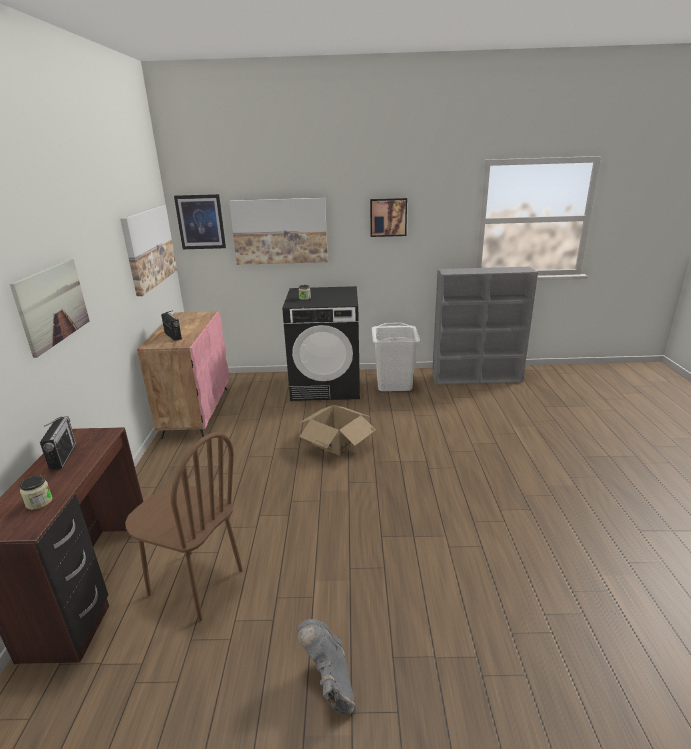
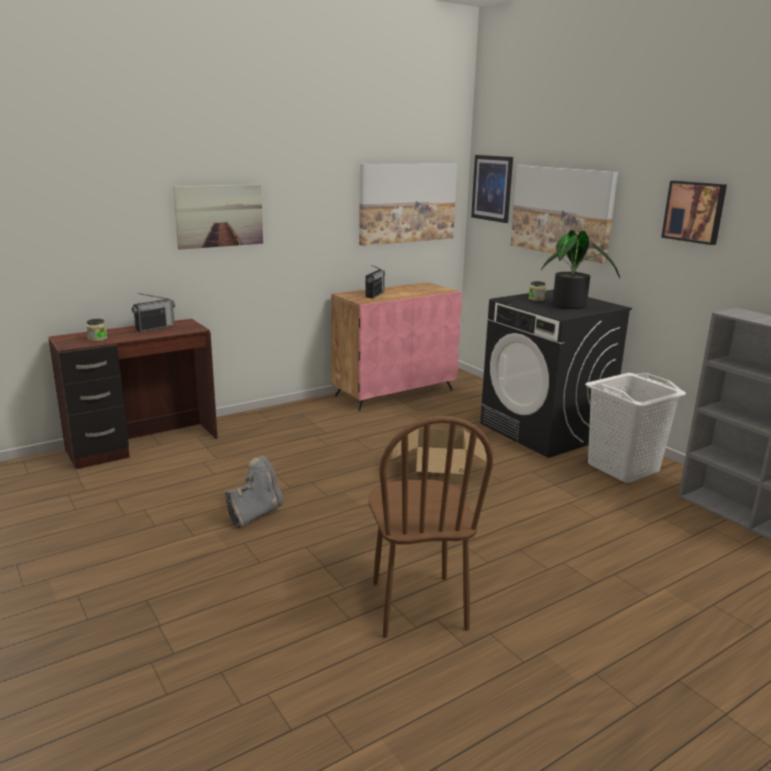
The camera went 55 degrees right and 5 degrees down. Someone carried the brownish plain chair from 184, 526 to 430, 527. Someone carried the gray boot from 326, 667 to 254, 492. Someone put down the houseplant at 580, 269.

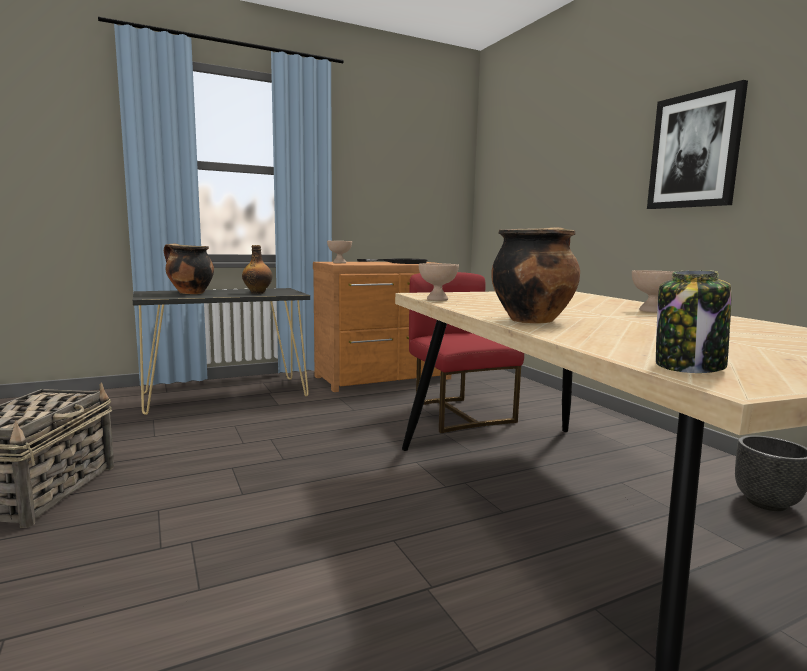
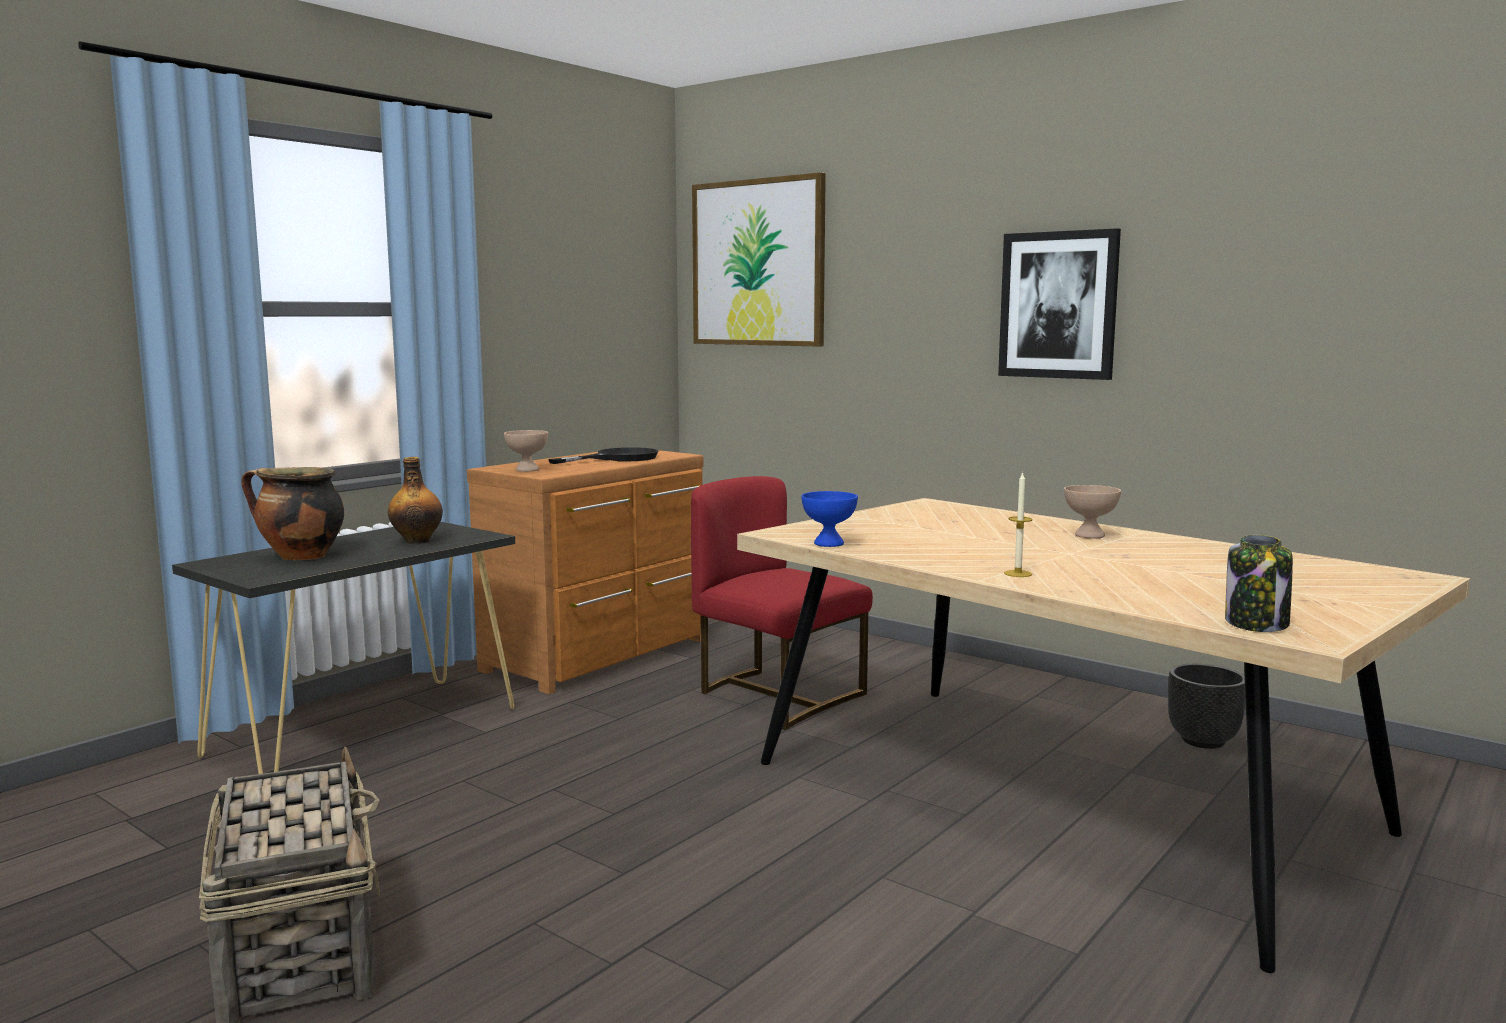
The camera went 25 degrees left and 0 degrees up. Someone repainted the beige deep dish at 439, 282, which became the blue-coloured deep dish at 829, 519. Someone swapped the saucepot at 535, 275 for the candle at 1018, 524. Someone put up the wall picture at 759, 259.

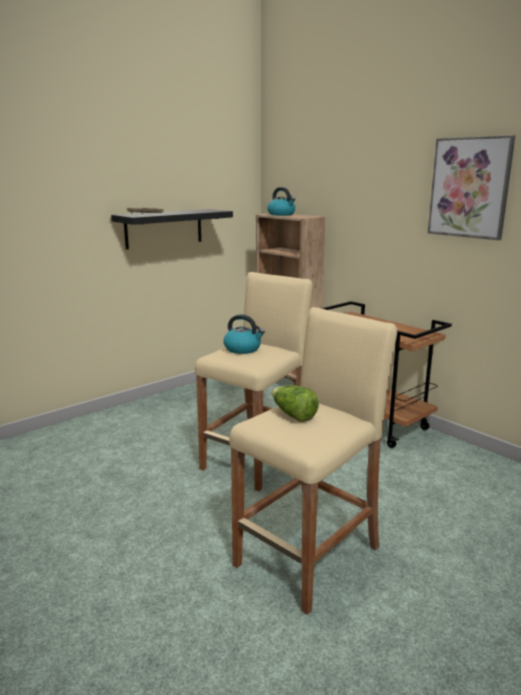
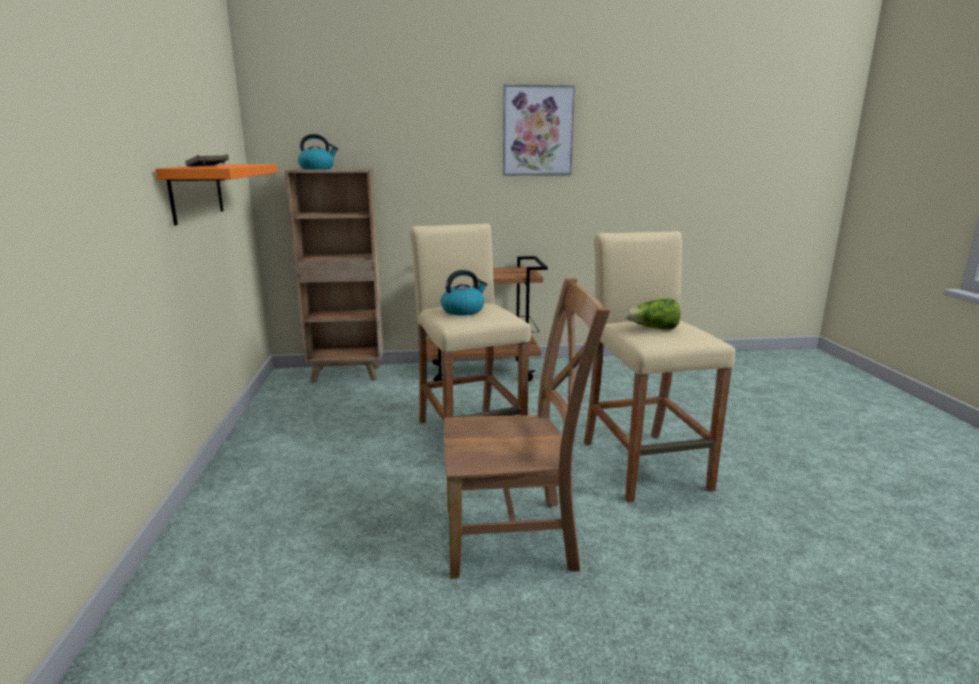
The camera went 55 degrees left and 0 degrees up. Someone repainted the black-coloured bracket shelf at 172, 229, which became the orange-coloured bracket shelf at 216, 194. Someone put down the brownish plain chair at 527, 428.

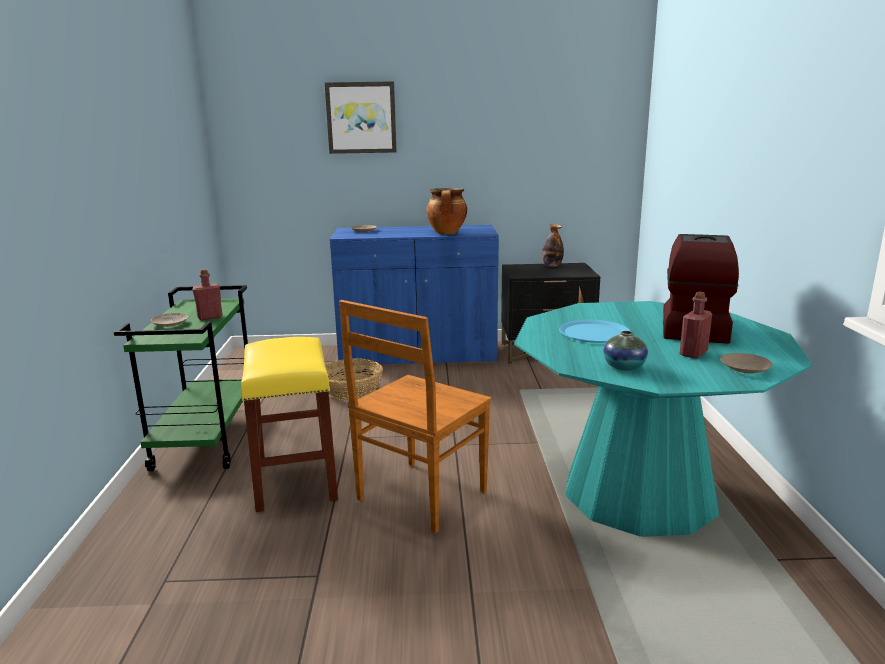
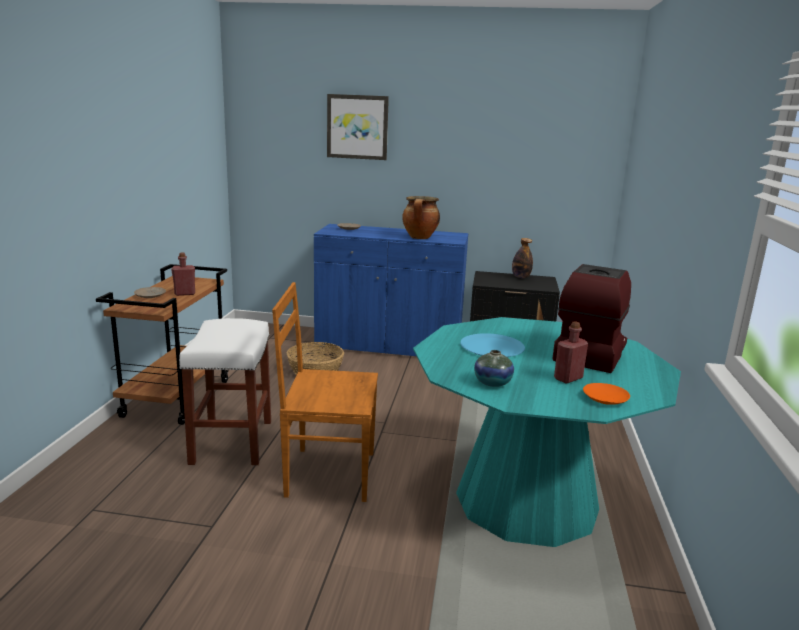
The camera went 10 degrees right and 0 degrees up. Someone repainted the green wheeled cart at 181, 378, which became the brownish wheeled cart at 162, 344. Someone repainted the yellow-coloured stool at 289, 424, which became the white stool at 225, 391. Someone rotated the brownish plain chair at 415, 417 by 45 degrees clockwise. Someone repainted the beige flat dish at 746, 363, which became the orange-coloured flat dish at 606, 394.

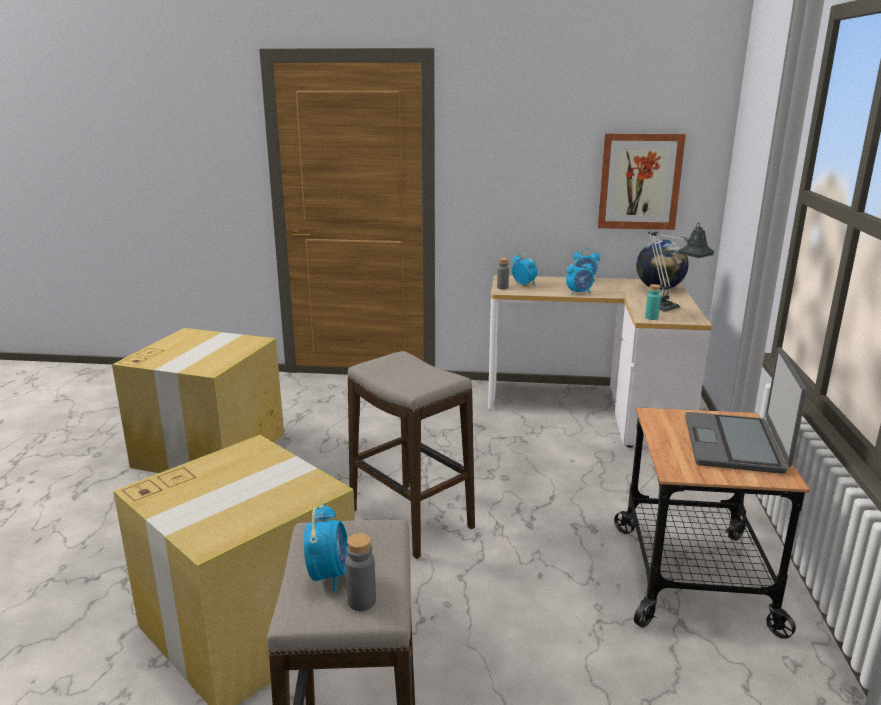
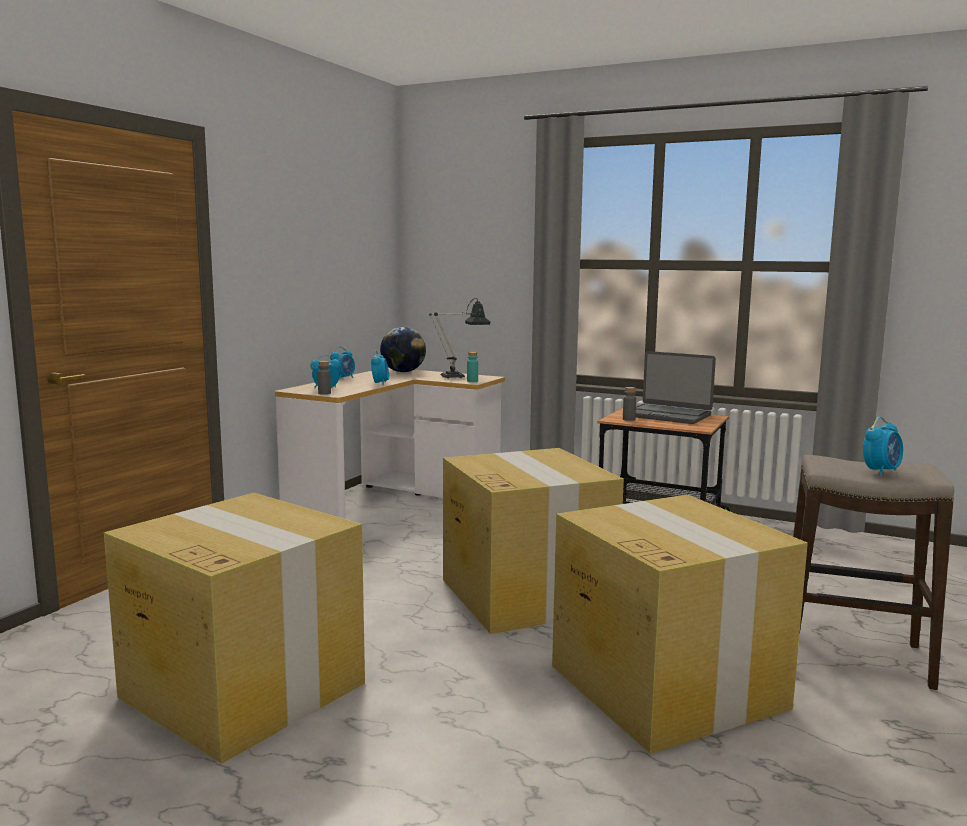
The camera went 70 degrees left and 10 degrees down. Someone rotated the alarm clock at 326, 547 by 120 degrees clockwise. Someone carried the gray drink bottle from 360, 572 to 629, 404. Someone swapped the stool at 411, 455 for the packing box at 533, 541. Someone took away the wall picture at 642, 181.

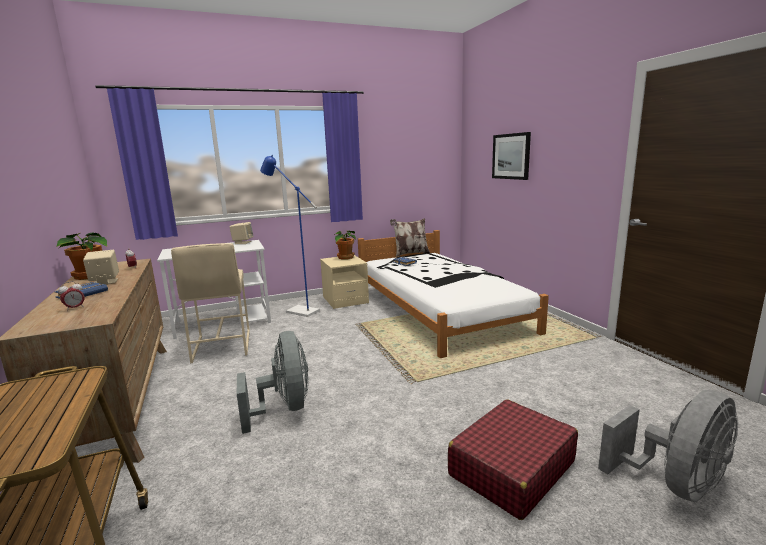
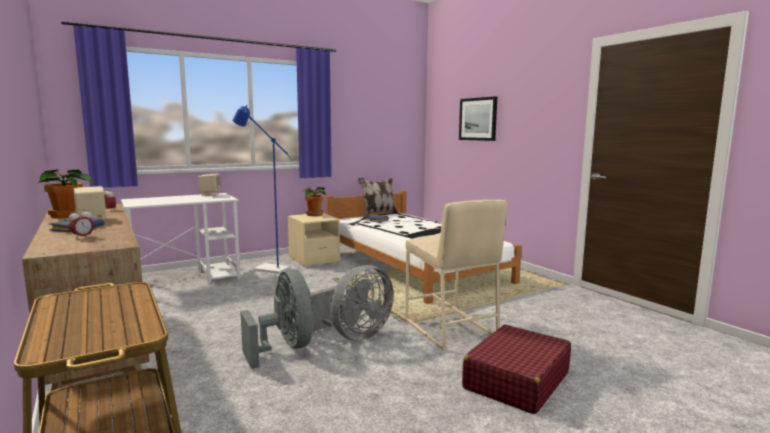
The camera went 10 degrees left and 5 degrees down. Someone carried the beige stool from 210, 303 to 456, 275. Someone carried the gray electric fan from 668, 446 to 352, 303.

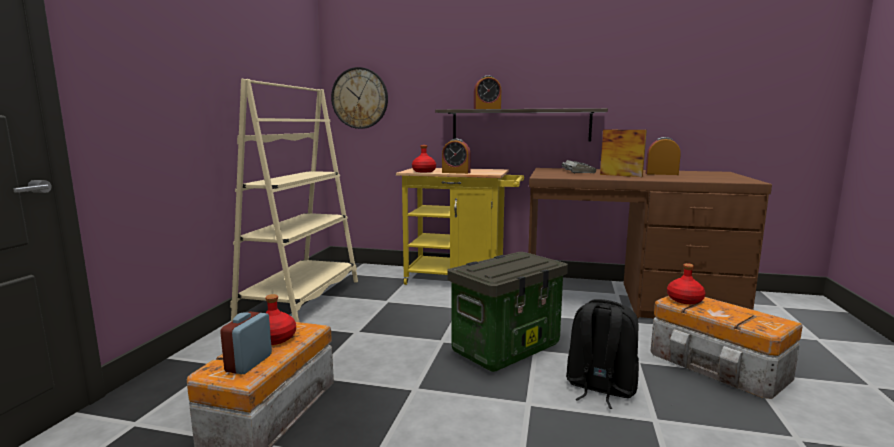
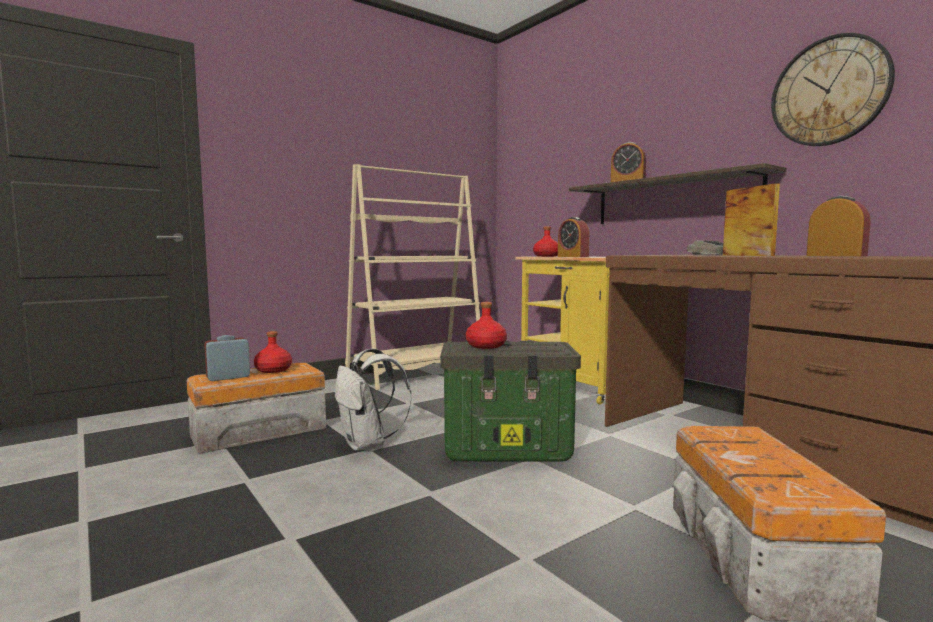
The camera went 40 degrees right and 5 degrees down. Someone carried the clock on the wall from 359, 98 to 833, 89. Someone took away the black-coloured rucksack at 602, 354. Someone carried the red drink bottle from 686, 283 to 486, 325. Someone put down the white rucksack at 373, 399.

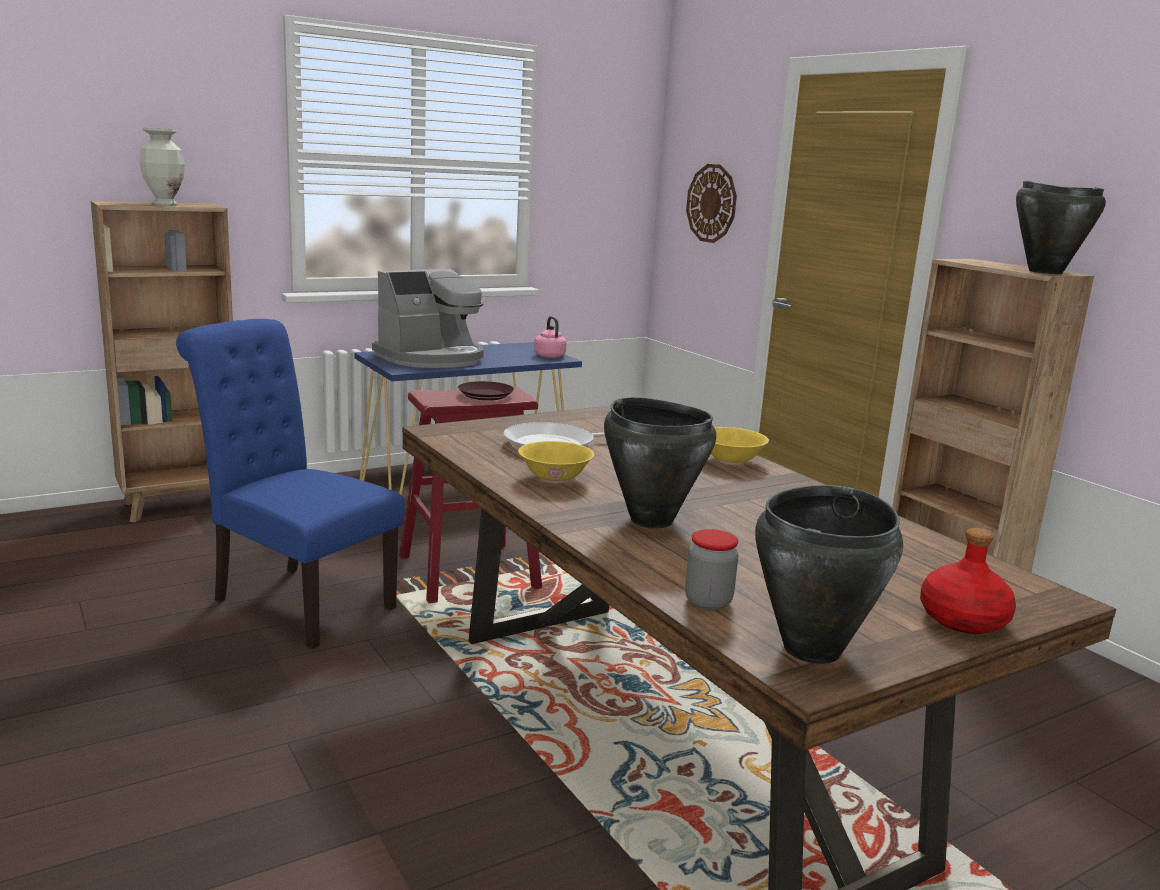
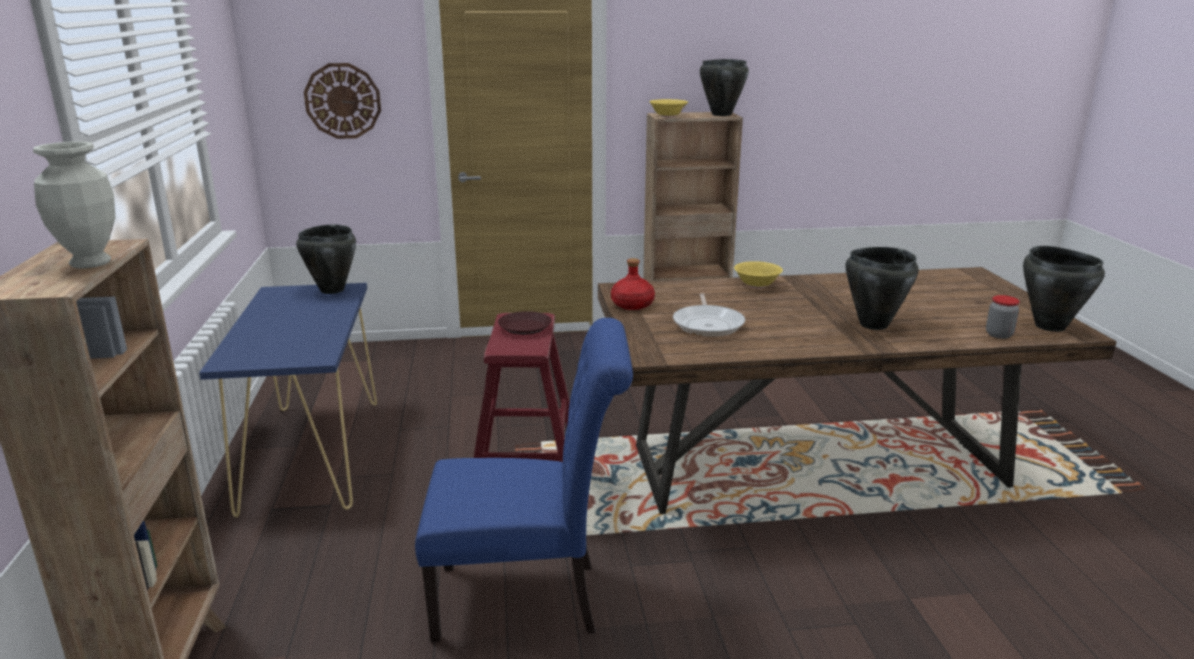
The camera went 65 degrees left and 5 degrees up. Someone rotated the blue-coloured plain chair at 290, 484 by 150 degrees counterclockwise. Someone took away the coffee machine at 428, 318. Someone carried the yellow-coloured deep dish from 556, 462 to 668, 108. Someone swapped the pink water kettle at 550, 337 for the black-coloured saucepot at 326, 259. Someone carried the red drink bottle from 968, 581 to 633, 284.

